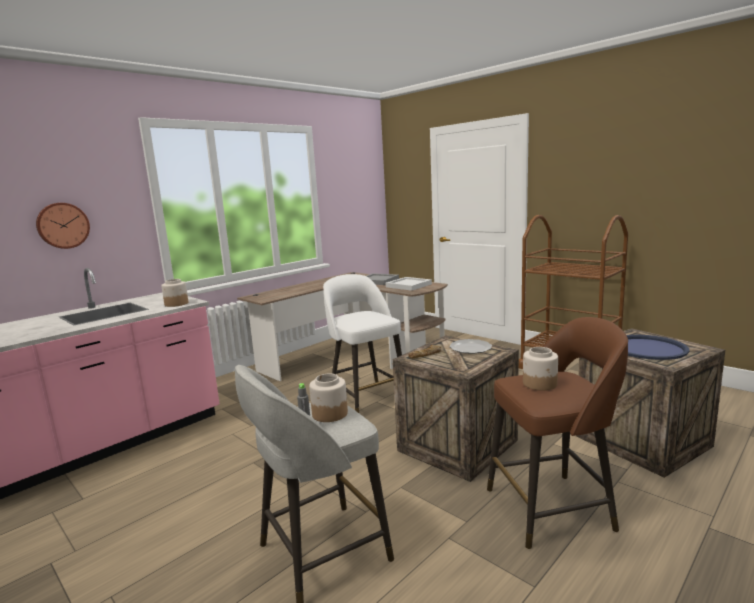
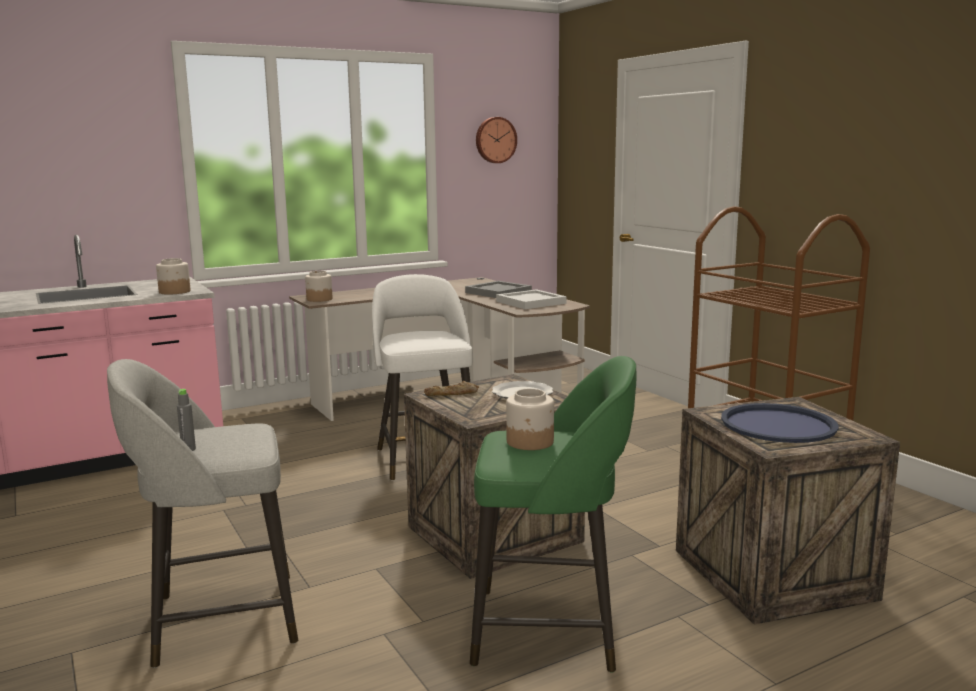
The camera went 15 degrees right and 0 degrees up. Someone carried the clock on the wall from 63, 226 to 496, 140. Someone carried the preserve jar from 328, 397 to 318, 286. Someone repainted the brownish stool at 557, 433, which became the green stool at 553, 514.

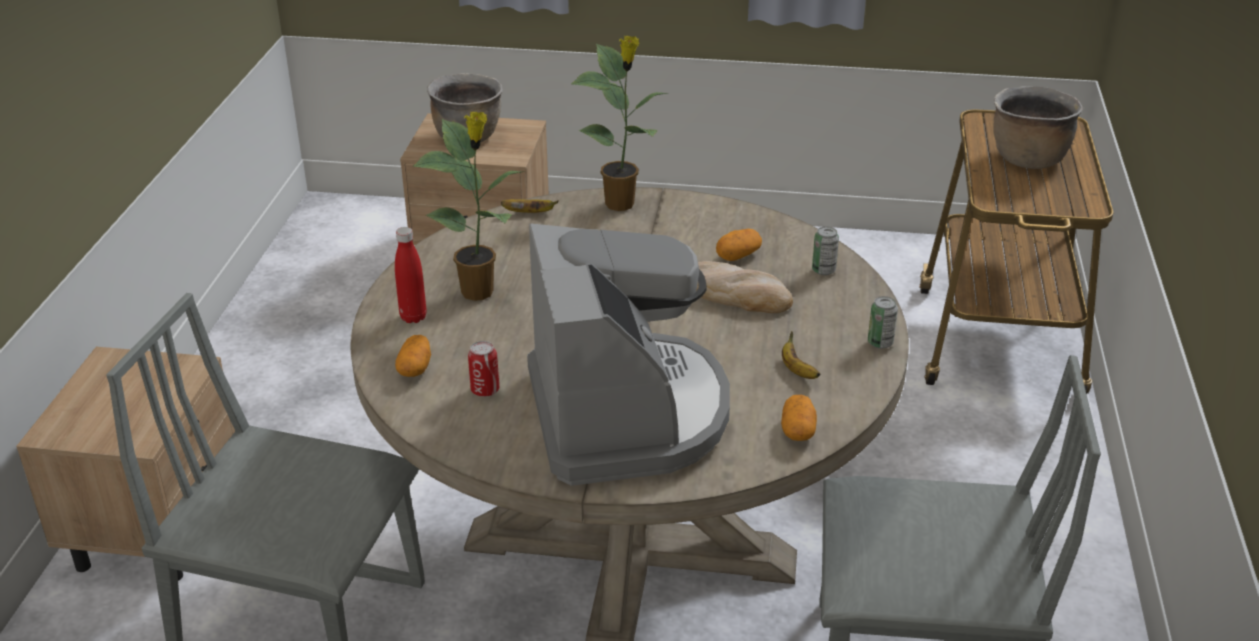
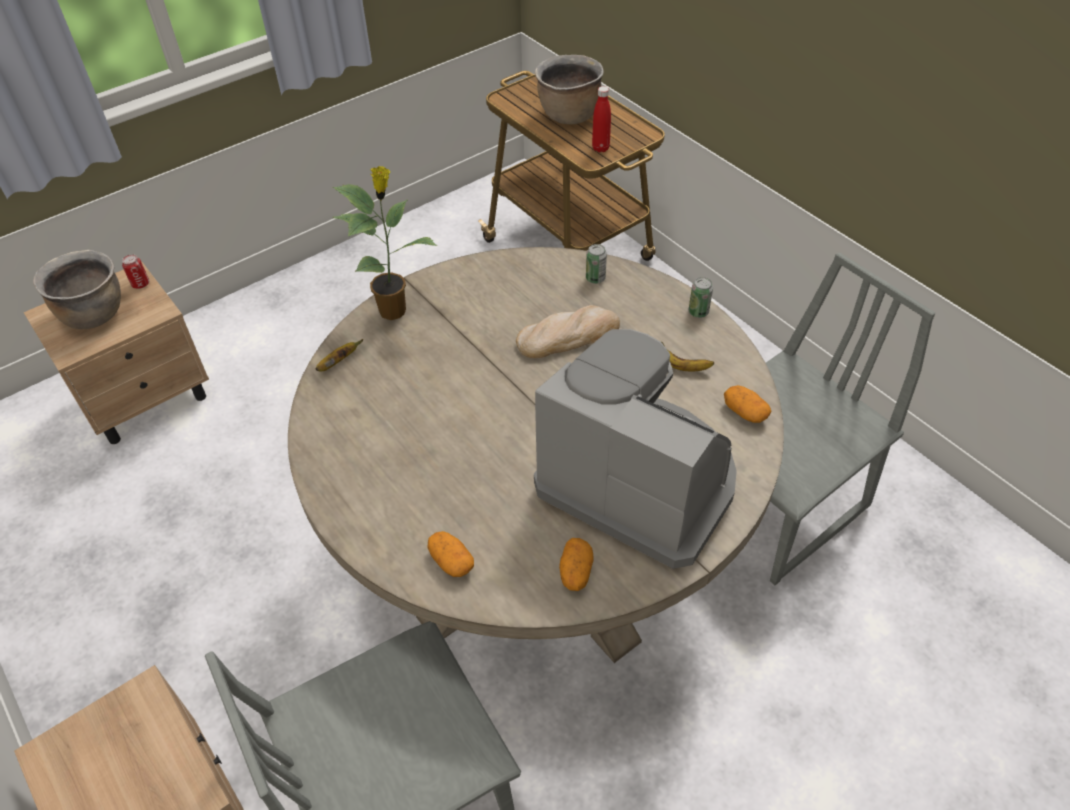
The camera went 45 degrees left and 15 degrees up. Someone carried the red drink bottle from 411, 275 to 601, 119. Someone took away the houseplant at 468, 206. Someone carried the metal can from 483, 369 to 135, 271. Someone carried the whole potato from 739, 245 to 576, 564.

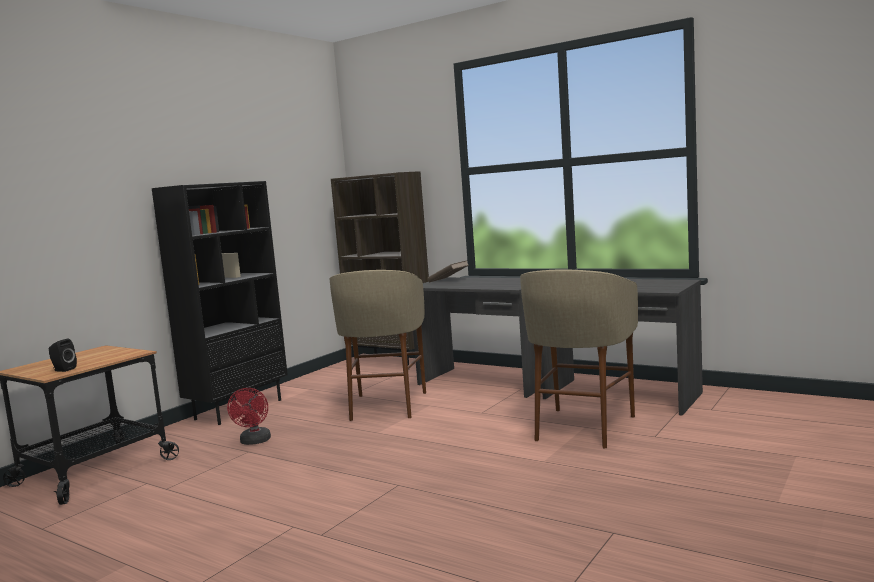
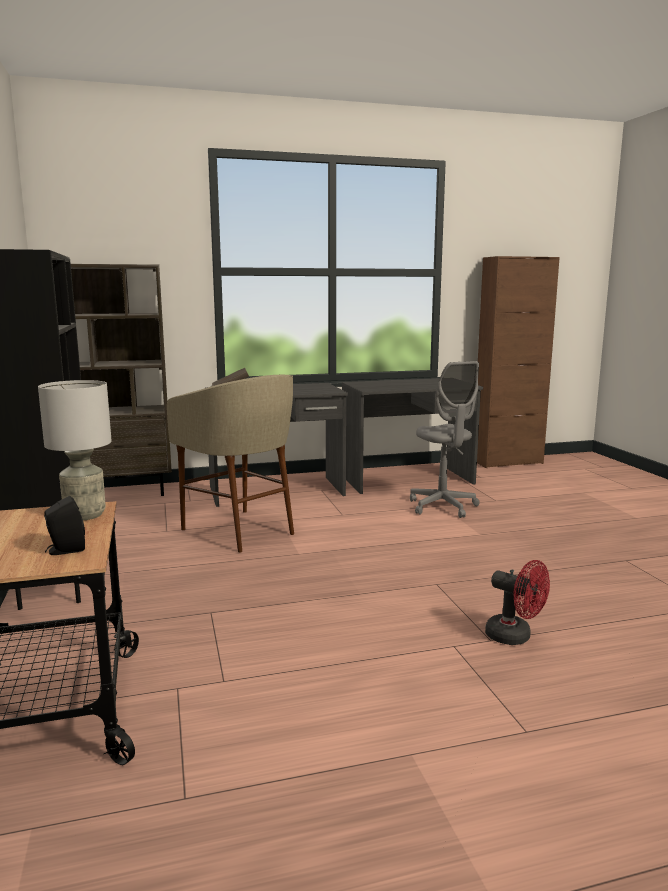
The camera went 50 degrees left and 5 degrees up. Someone carried the red electric fan from 249, 416 to 517, 602. Someone swapped the beige stool at 579, 358 for the gray office chair at 445, 439. Someone put down the gray table lamp at 75, 450. Someone put down the brownish storage cabinet at 518, 362.

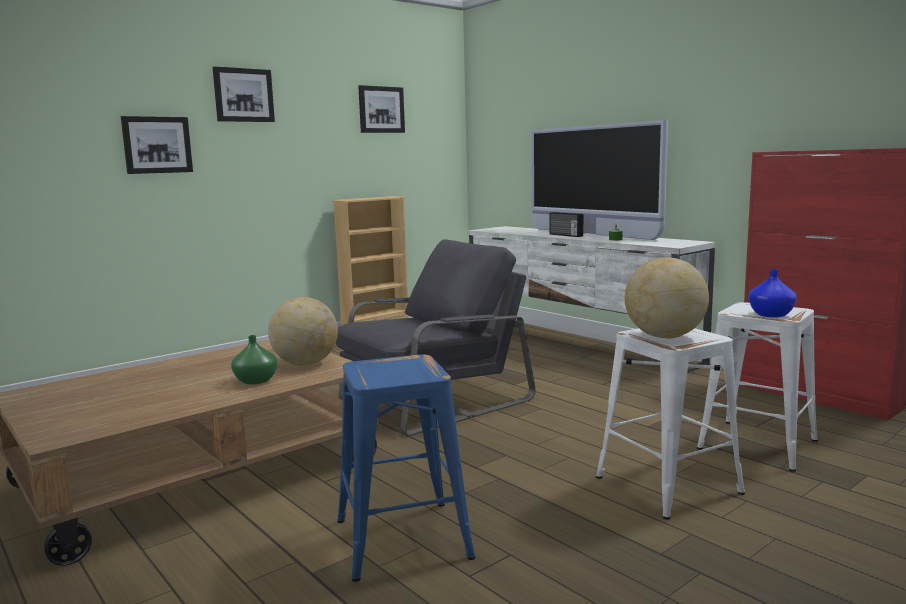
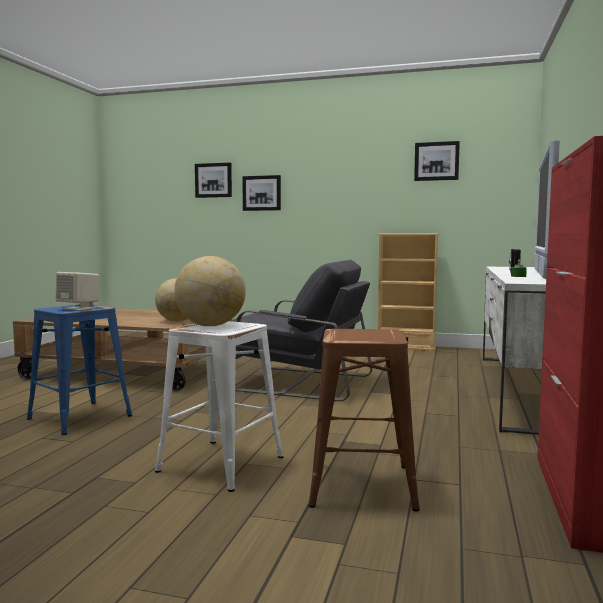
The camera went 55 degrees right and 5 degrees down. Someone carried the wall picture from 244, 94 to 213, 180. Someone took away the green decorative vase at 254, 360. Someone repainted the white stool at 757, 387, which became the brownish stool at 364, 420. Someone took away the blue-coloured decorative vase at 773, 293. Someone put down the beige audio speaker at 78, 291.

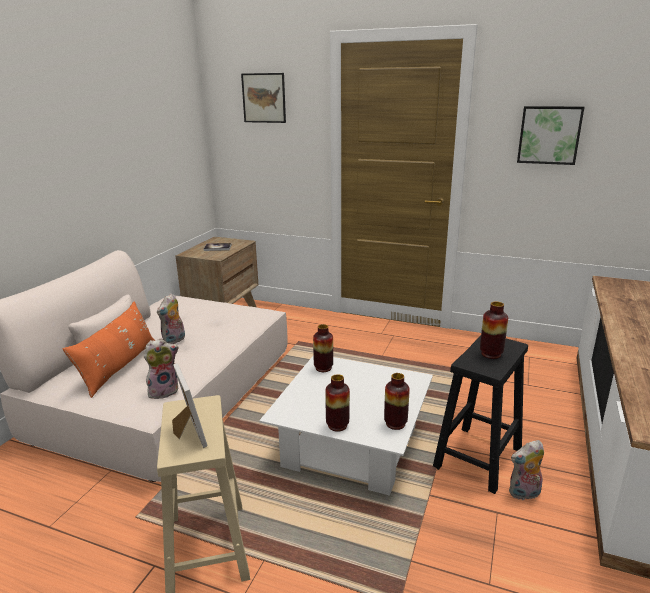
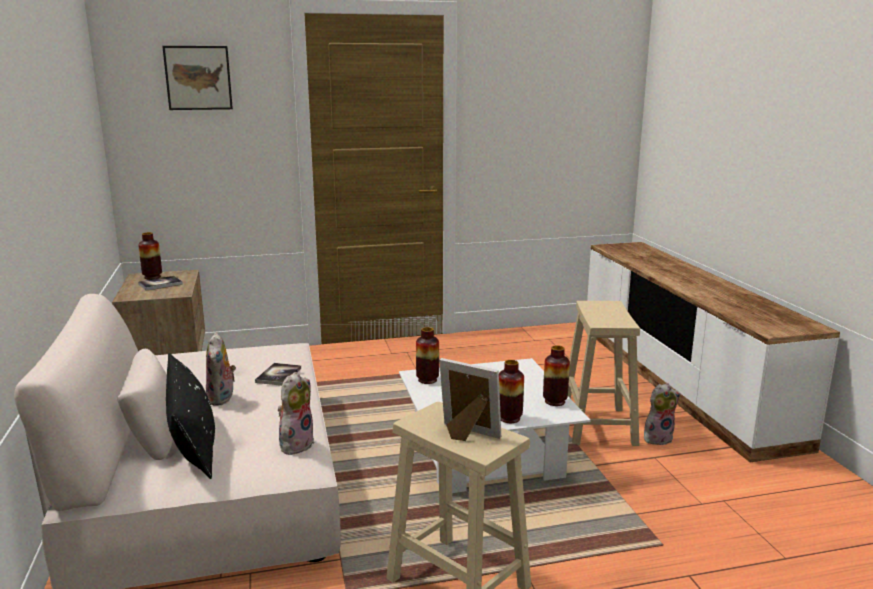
The camera went 35 degrees left and 5 degrees down. Someone repainted the orange-coloured pillow at 109, 350, which became the black-coloured pillow at 190, 416. Someone repainted the black-coloured stool at 480, 414, which became the beige stool at 604, 373. Someone carried the decorative vase from 494, 330 to 150, 256. Someone rotated the plush toy at 526, 470 by 150 degrees counterclockwise. Someone took away the wall picture at 550, 135. Someone put down the book at 278, 374.

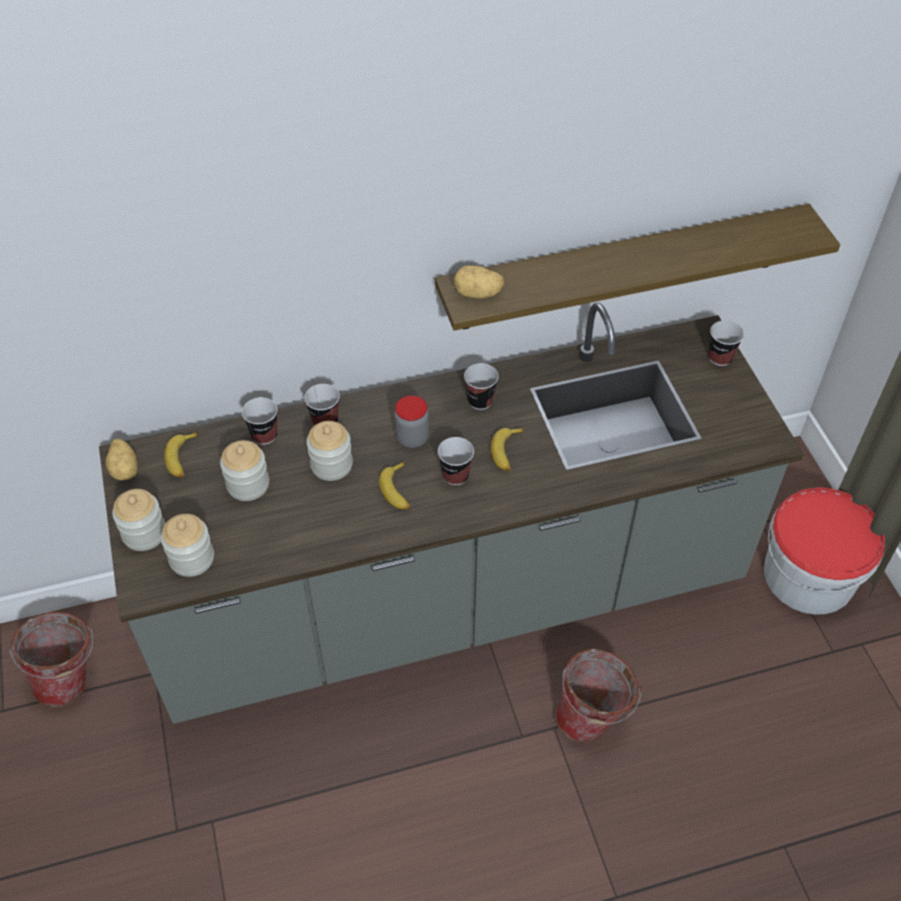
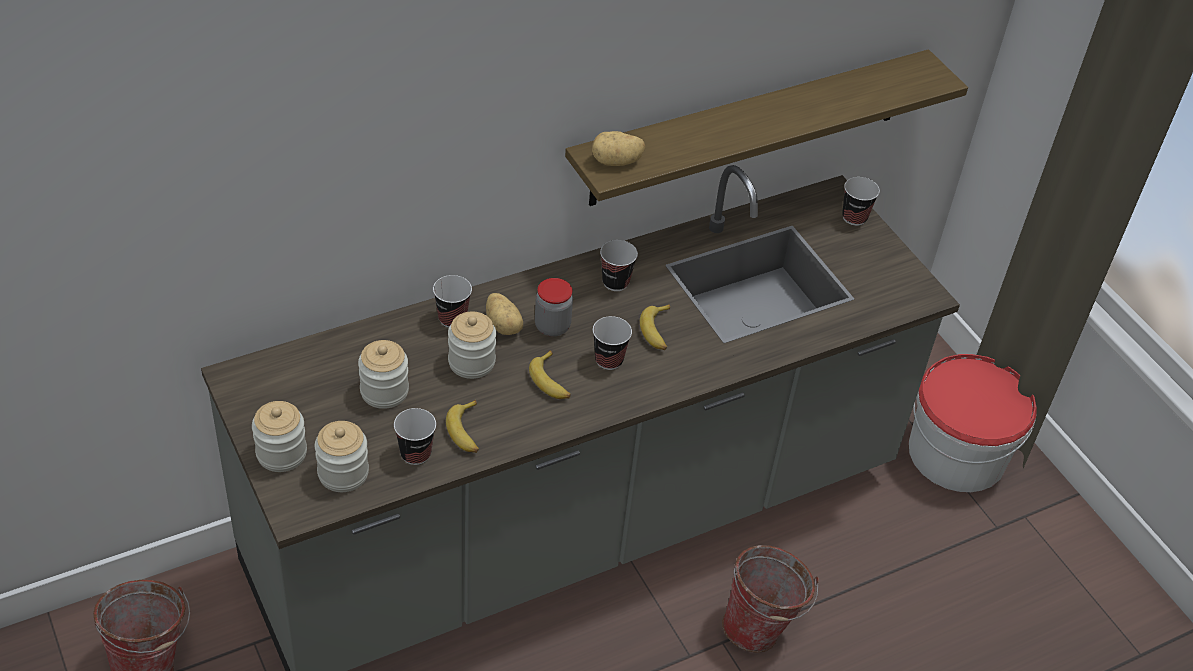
The camera went 15 degrees left and 5 degrees down. Someone carried the whole potato from 121, 459 to 504, 314. Someone carried the whole banana from 181, 455 to 462, 426. Someone carried the small cup from 259, 421 to 415, 436.

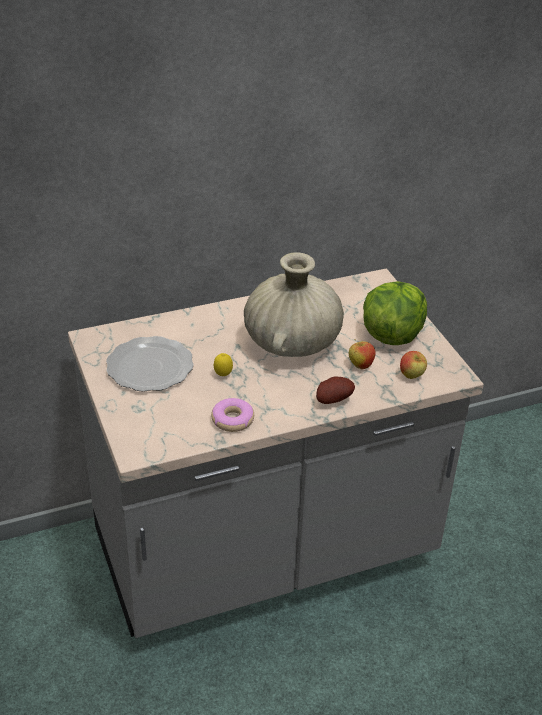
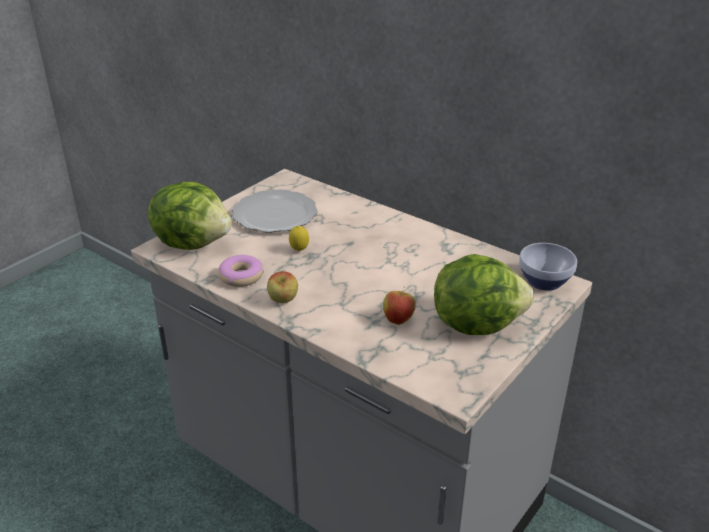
The camera went 60 degrees right and 5 degrees down. Someone took away the beige decorative vase at 294, 304. Someone took away the whole potato at 335, 390. Someone carried the apple from 413, 365 to 282, 287. Someone put down the head of lettuce at 190, 216. Someone put down the deep dish at 548, 267.

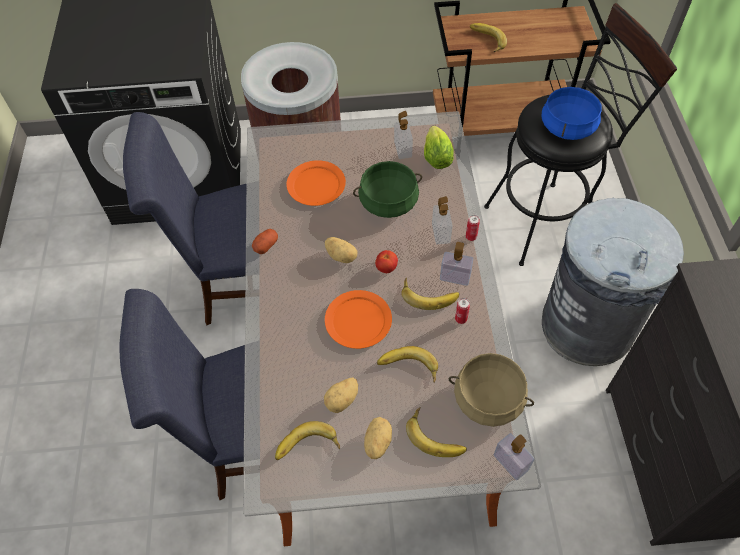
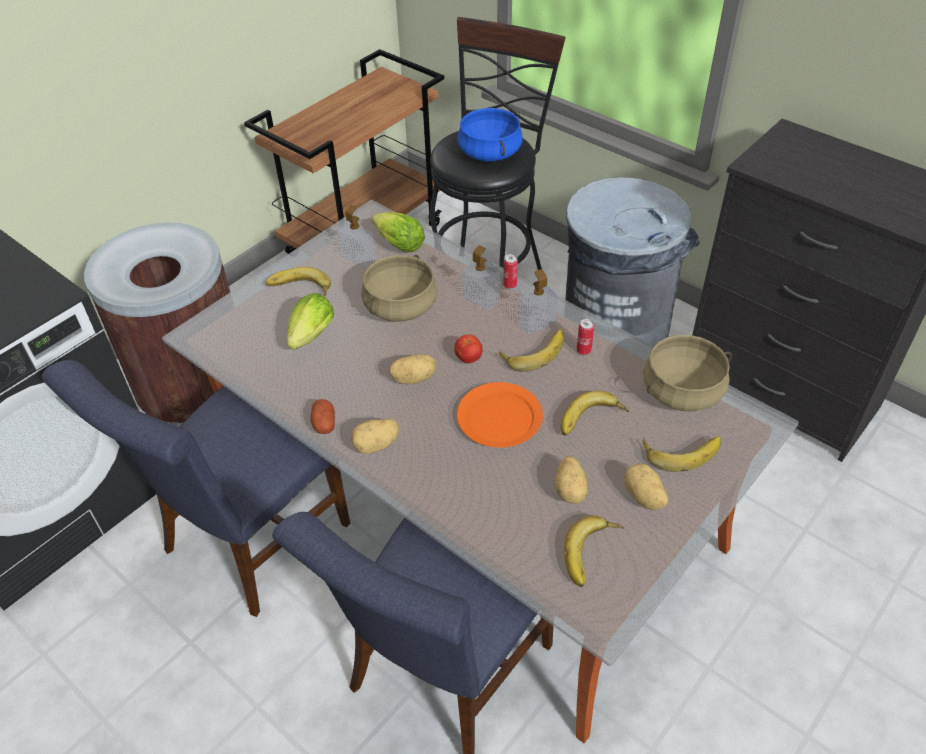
The camera went 45 degrees left and 10 degrees down. Someone swapped the orange-coloured flat dish at 316, 183 for the head of lettuce at 310, 321. Someone repainted the green saucepot at 387, 189, which became the beige saucepot at 399, 288. Someone carried the whole banana from 488, 37 to 298, 281. Someone took away the soap dispenser at 514, 456. Someone put down the whole potato at 375, 436.

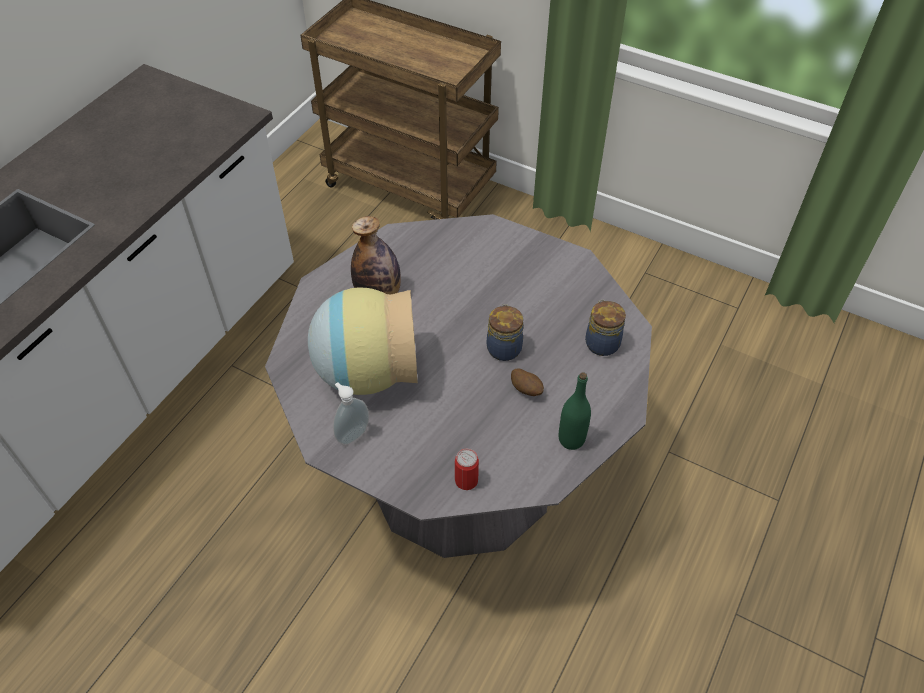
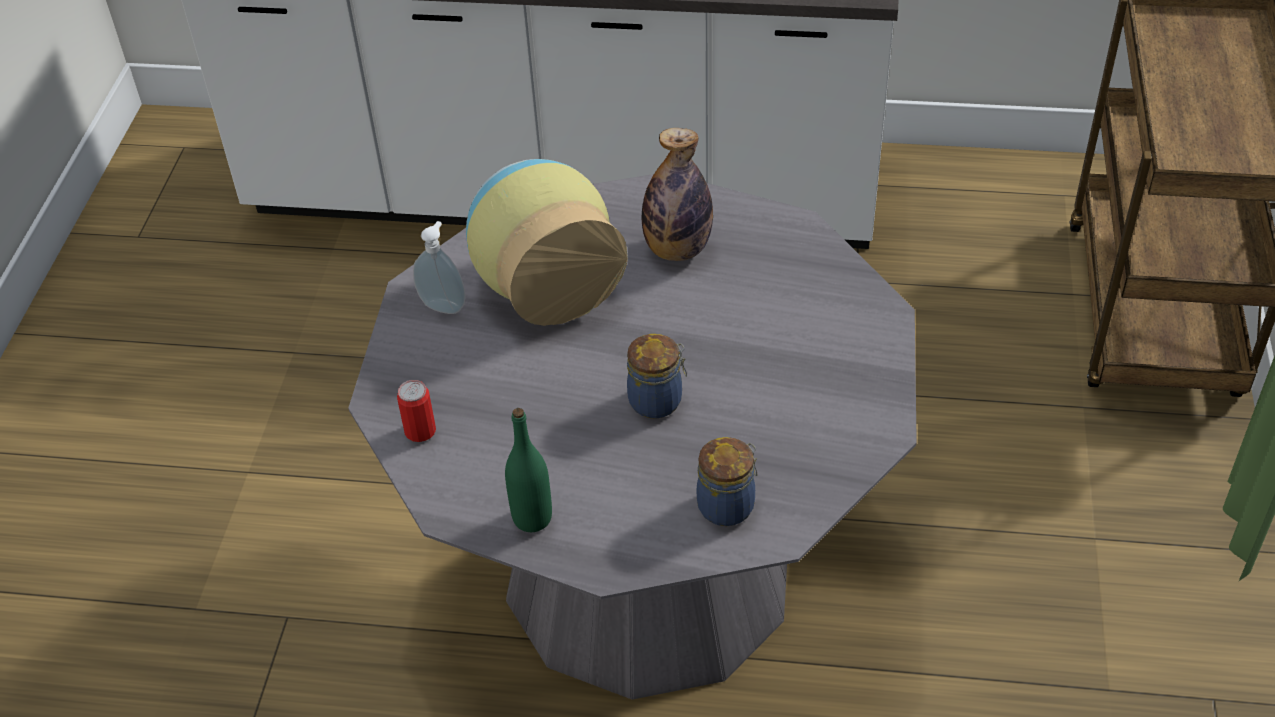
The camera went 70 degrees right and 5 degrees down. Someone took away the whole potato at 527, 382.

